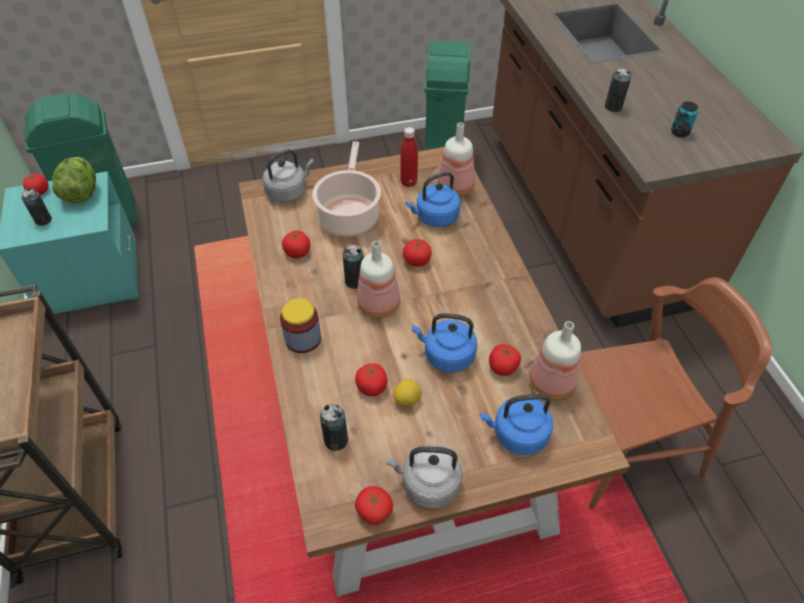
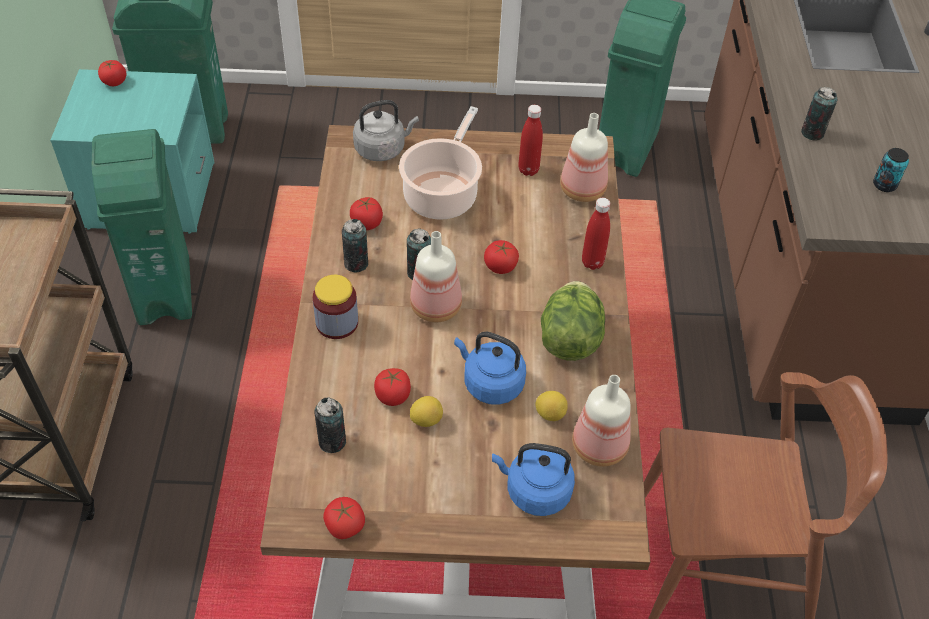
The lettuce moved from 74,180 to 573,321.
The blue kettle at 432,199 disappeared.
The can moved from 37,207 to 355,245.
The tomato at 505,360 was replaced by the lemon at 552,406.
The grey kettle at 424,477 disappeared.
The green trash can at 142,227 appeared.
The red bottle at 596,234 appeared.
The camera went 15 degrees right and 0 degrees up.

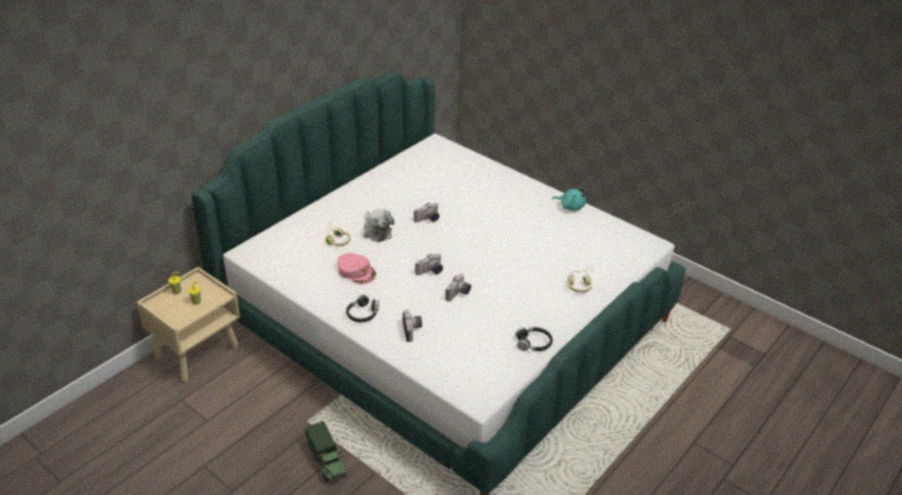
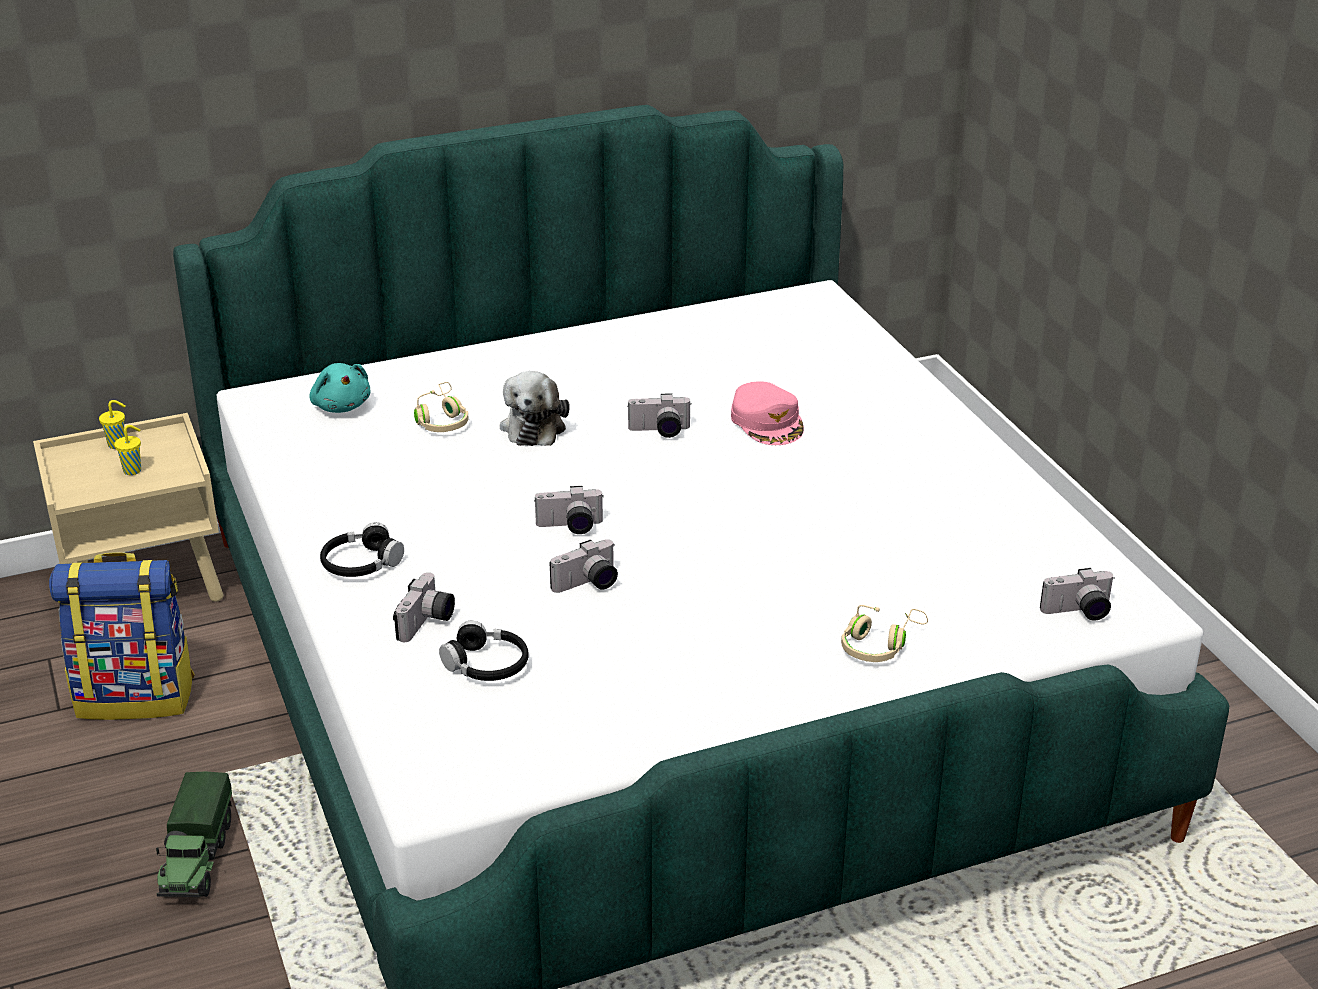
The turquoise plush toy moved from 569,199 to 339,388.
The pink cap moved from 356,268 to 767,413.
The black headphones moved from 534,339 to 484,650.
The backpack at 122,636 appeared.
The photo camera at 1077,594 appeared.
The camera went 30 degrees right and 5 degrees down.

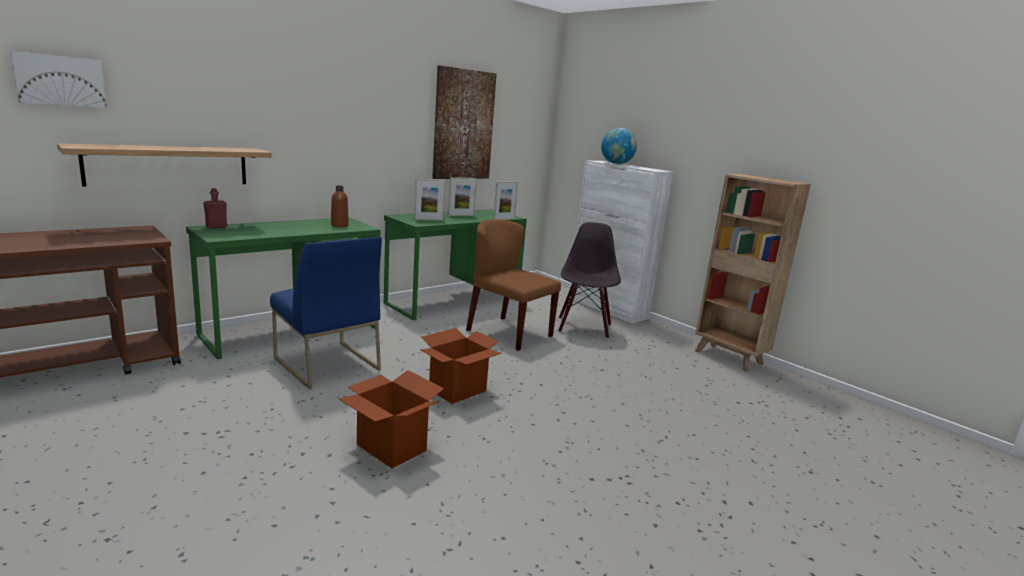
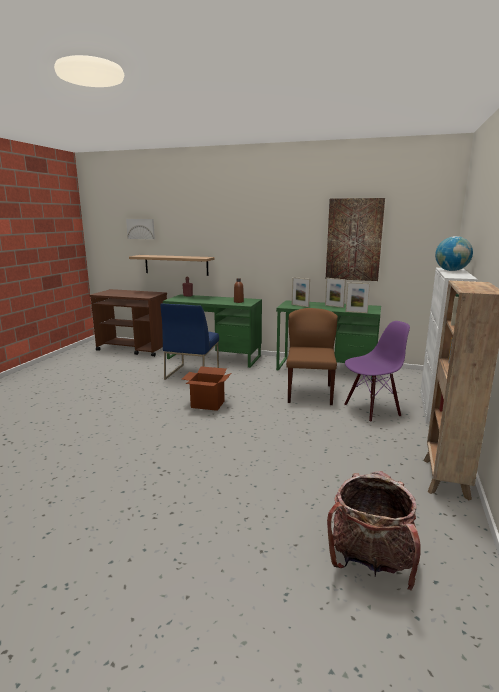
The black chair at 589,280 became the purple chair at 377,371.
The cardboard box at 391,419 disappeared.
The backpack at 374,531 appeared.
The camera went 60 degrees right and 0 degrees up.

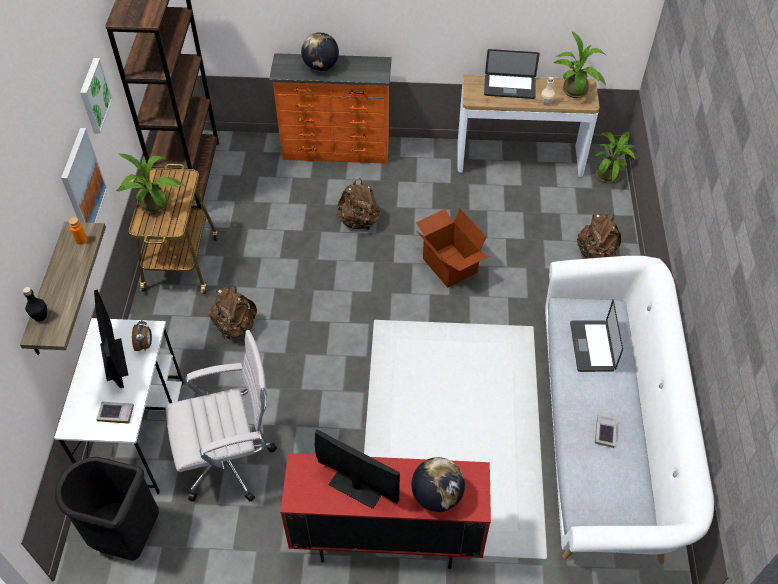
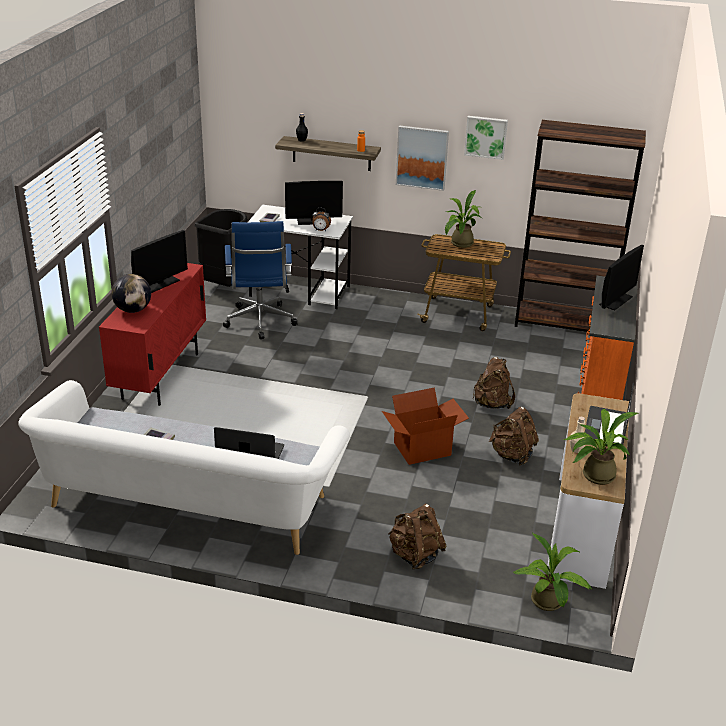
The globe at 320,51 was replaced by the monitor at 621,278.
The brown backpack moved from 233,313 to 514,436.
The white office chair at 221,416 became the blue office chair at 260,280.
The camera went 100 degrees right and 20 degrees down.

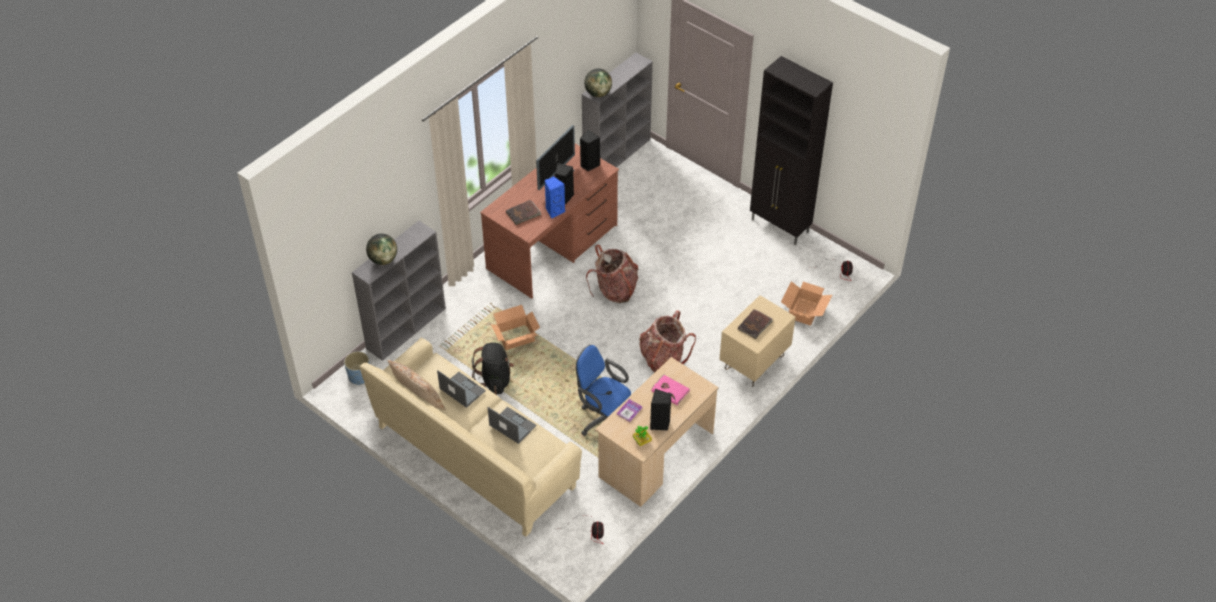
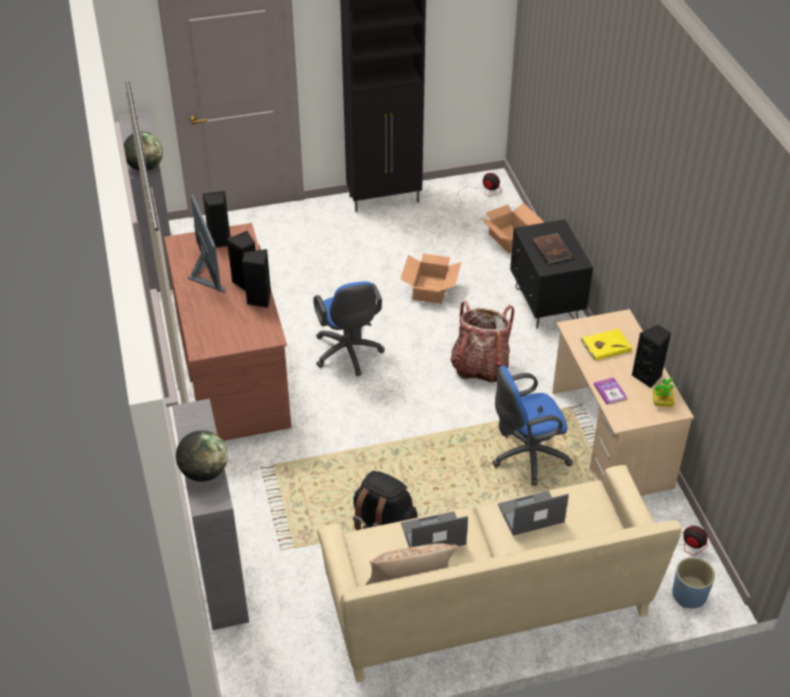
The blue speaker at 555,197 became the black speaker at 256,278.
The brown book at 524,212 disappeared.
The backpack at 612,274 was replaced by the blue office chair at 349,328.
The beige nightstand at 757,341 became the black nightstand at 551,274.
The cardboard box moved from 515,327 to 430,278.
The blue planter moved from 357,368 to 693,583.
The pink book at 670,389 became the yellow book at 606,345.
The camera went 55 degrees left and 5 degrees down.

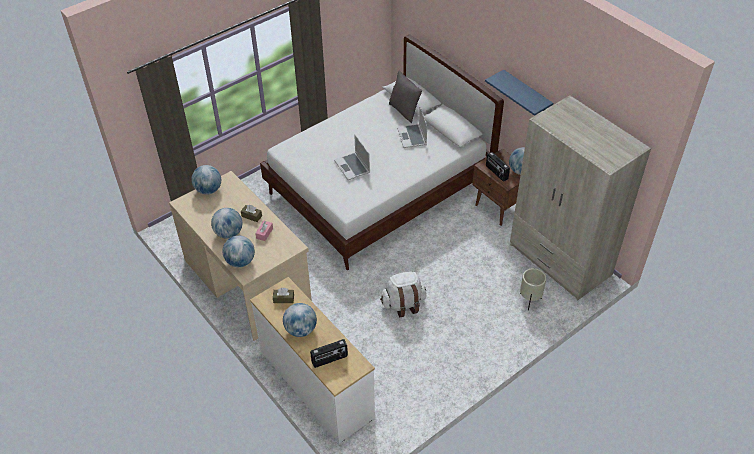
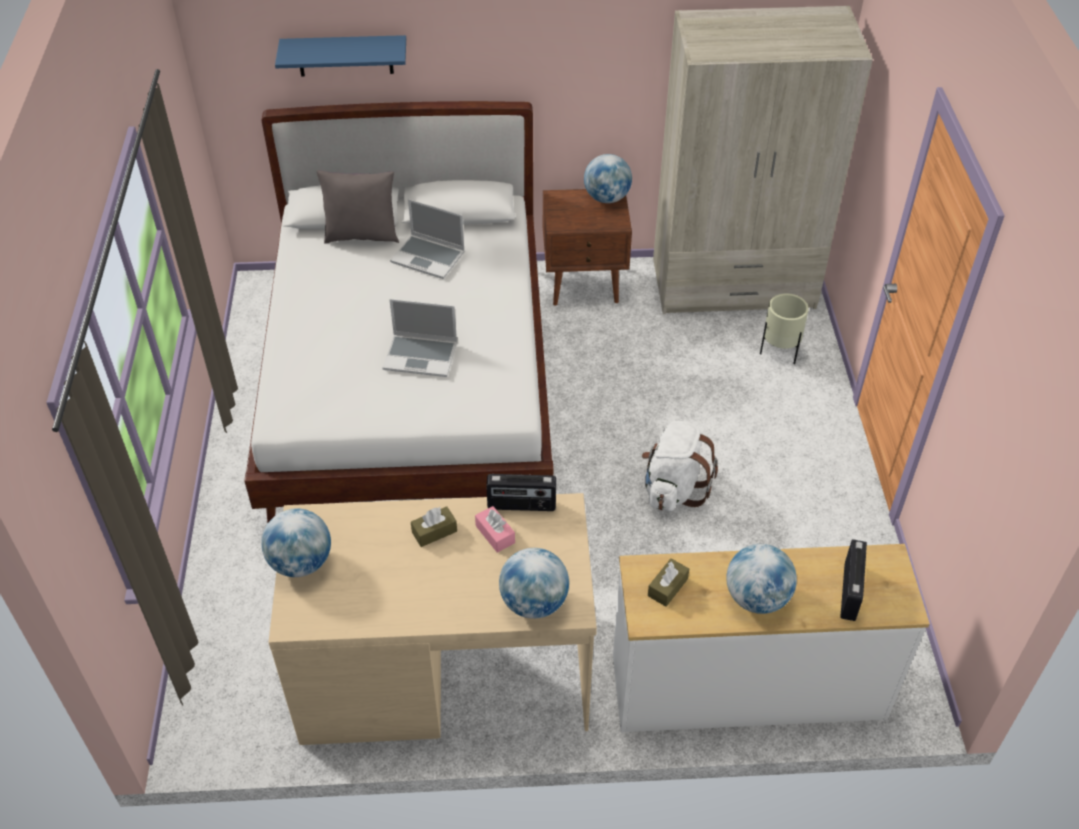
The blue shelf moved from 519,93 to 340,55.
The radio moved from 498,167 to 521,492.
The globe at 226,223 disappeared.
The camera went 55 degrees left and 0 degrees up.

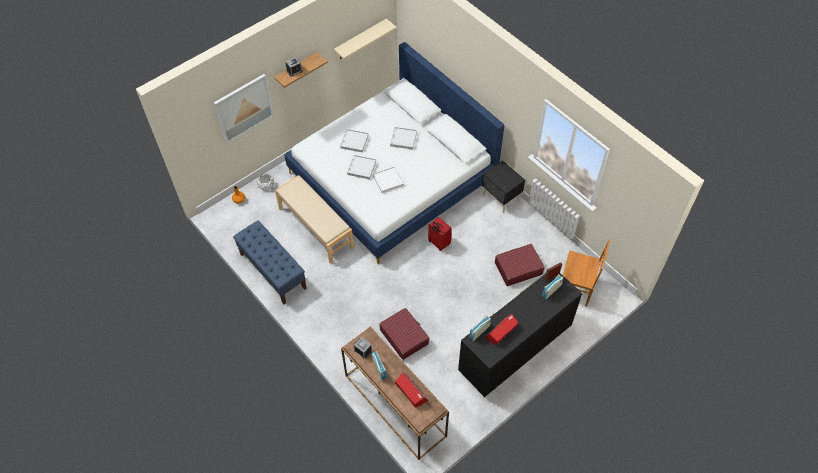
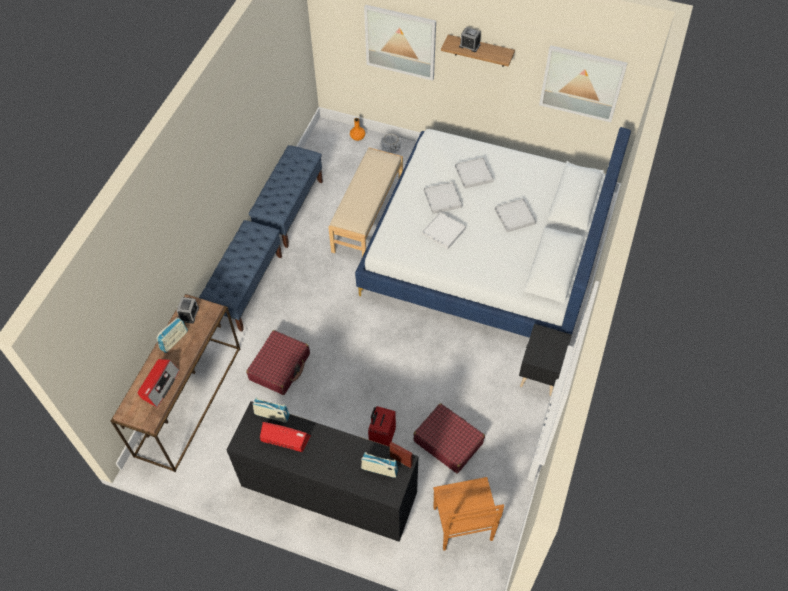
The beige shelf at 365,39 was replaced by the picture at 583,83.
The red suitcase moved from 440,234 to 382,426.
The blue bench at 240,276 appeared.
The camera went 60 degrees right and 0 degrees up.

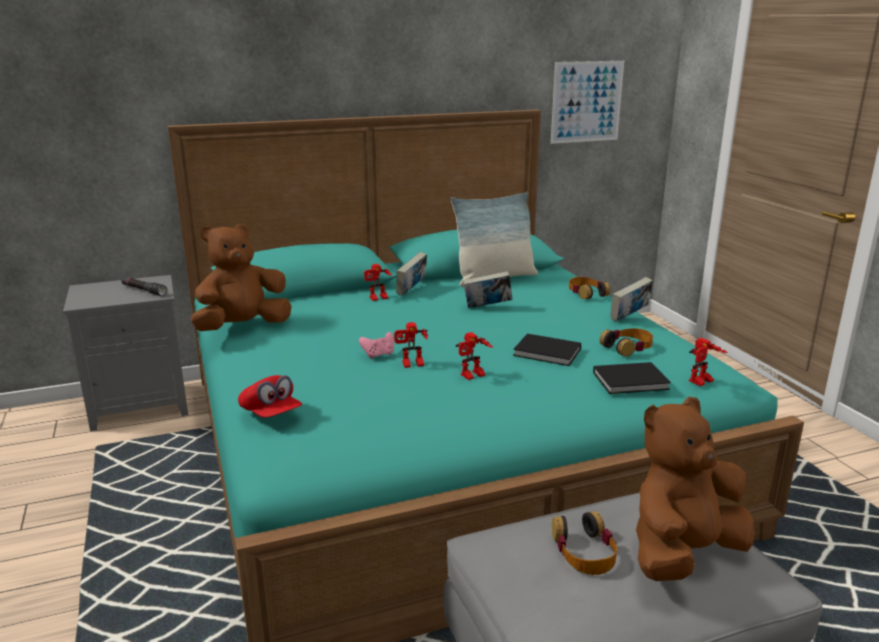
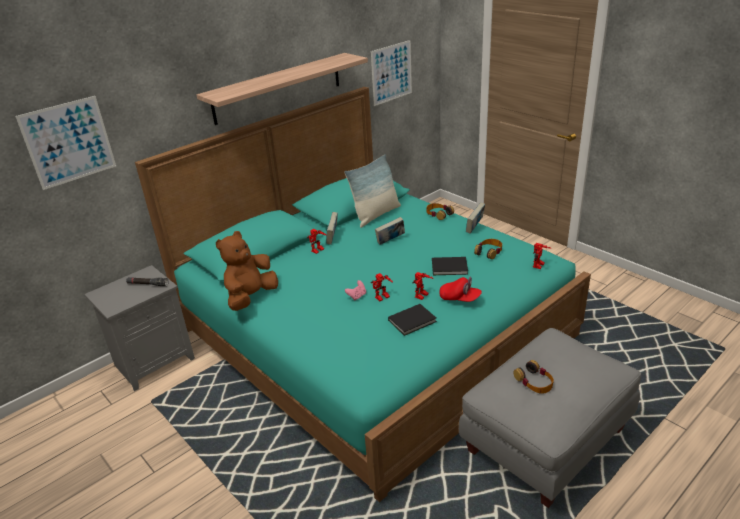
The black book moved from 632,378 to 412,320.
The red cap moved from 270,396 to 460,289.
The brown plush toy at 695,489 disappeared.
The shelf at 282,89 appeared.
The picture at 65,143 appeared.
The camera went 20 degrees left and 10 degrees up.

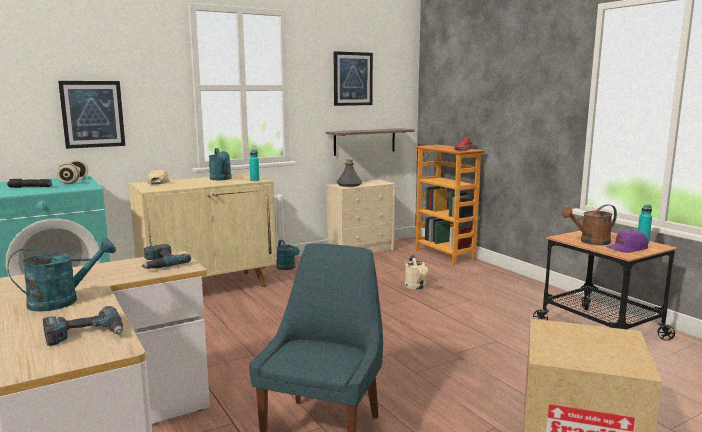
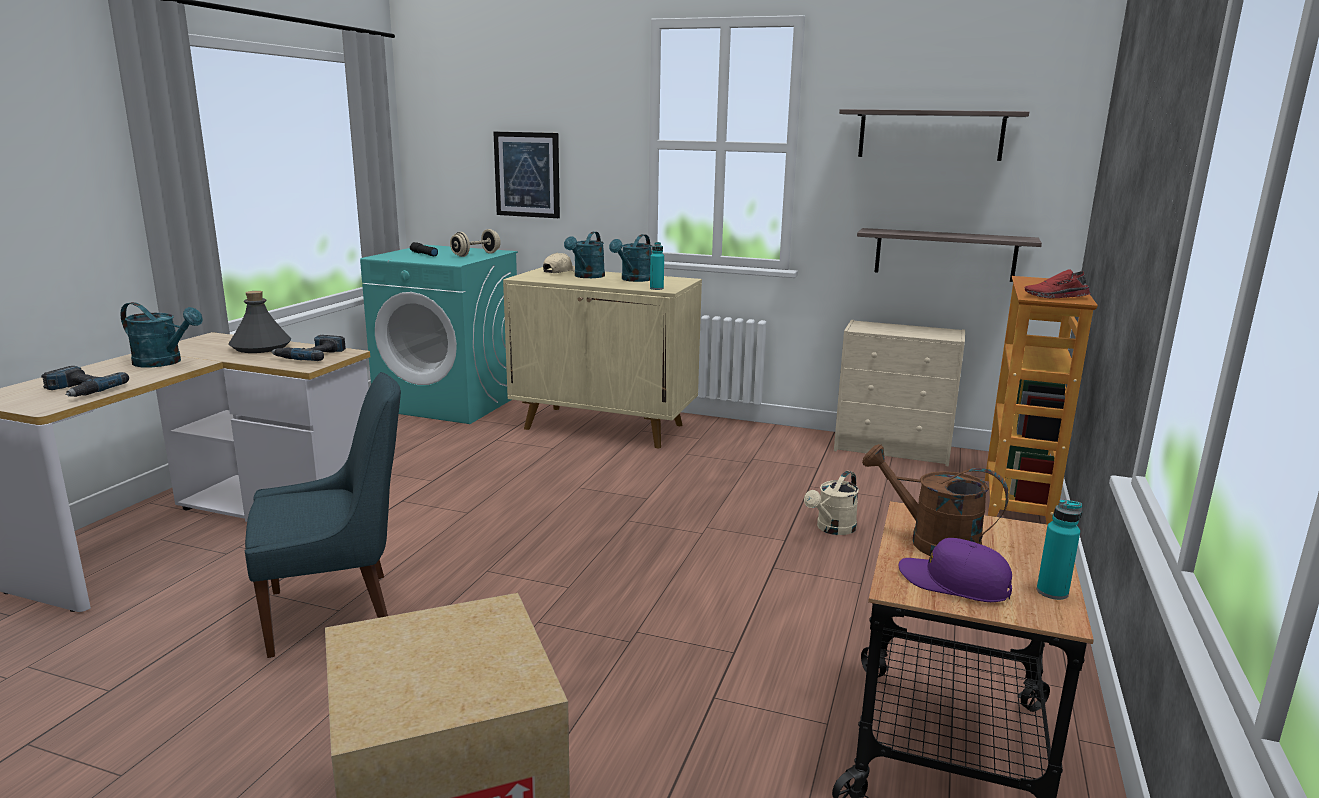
The picture at 353,78 was replaced by the shelf at 934,135.
The grey bottle moved from 349,173 to 260,322.
The turquoise watering can moved from 288,255 to 584,255.
The camera went 50 degrees right and 5 degrees up.

